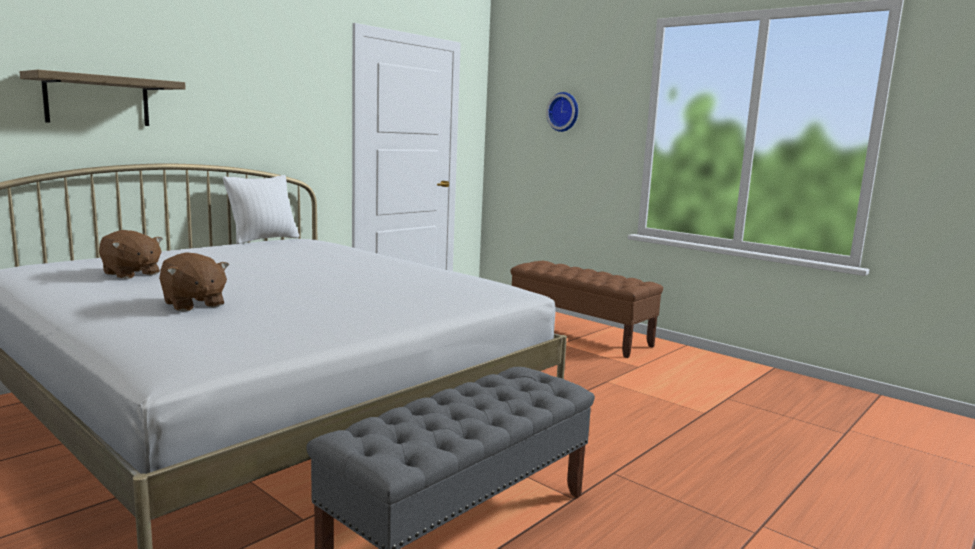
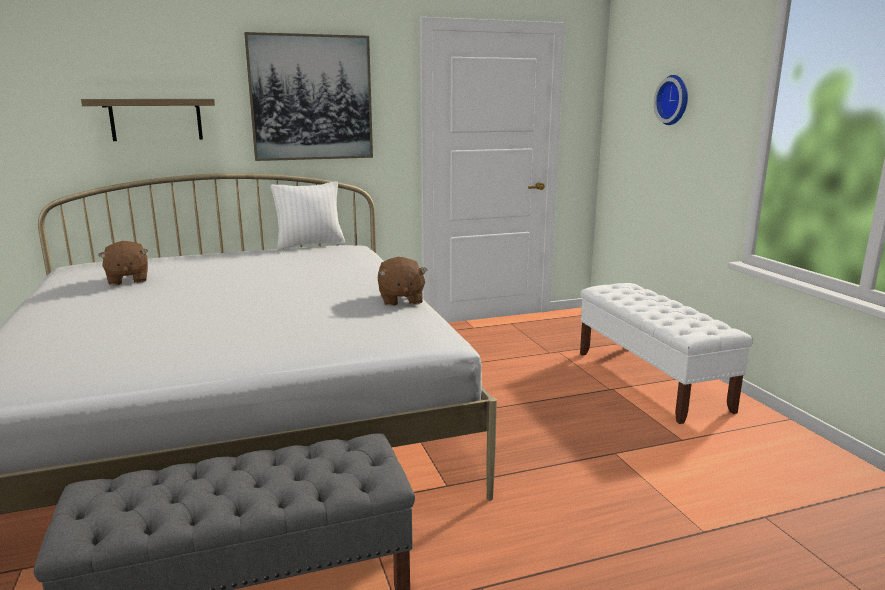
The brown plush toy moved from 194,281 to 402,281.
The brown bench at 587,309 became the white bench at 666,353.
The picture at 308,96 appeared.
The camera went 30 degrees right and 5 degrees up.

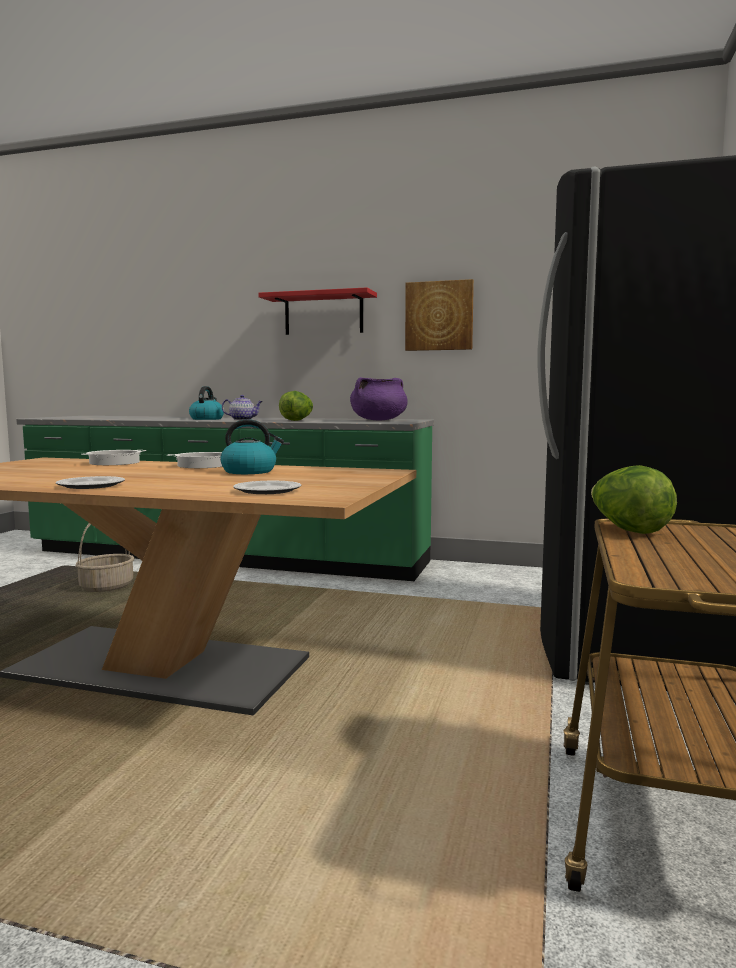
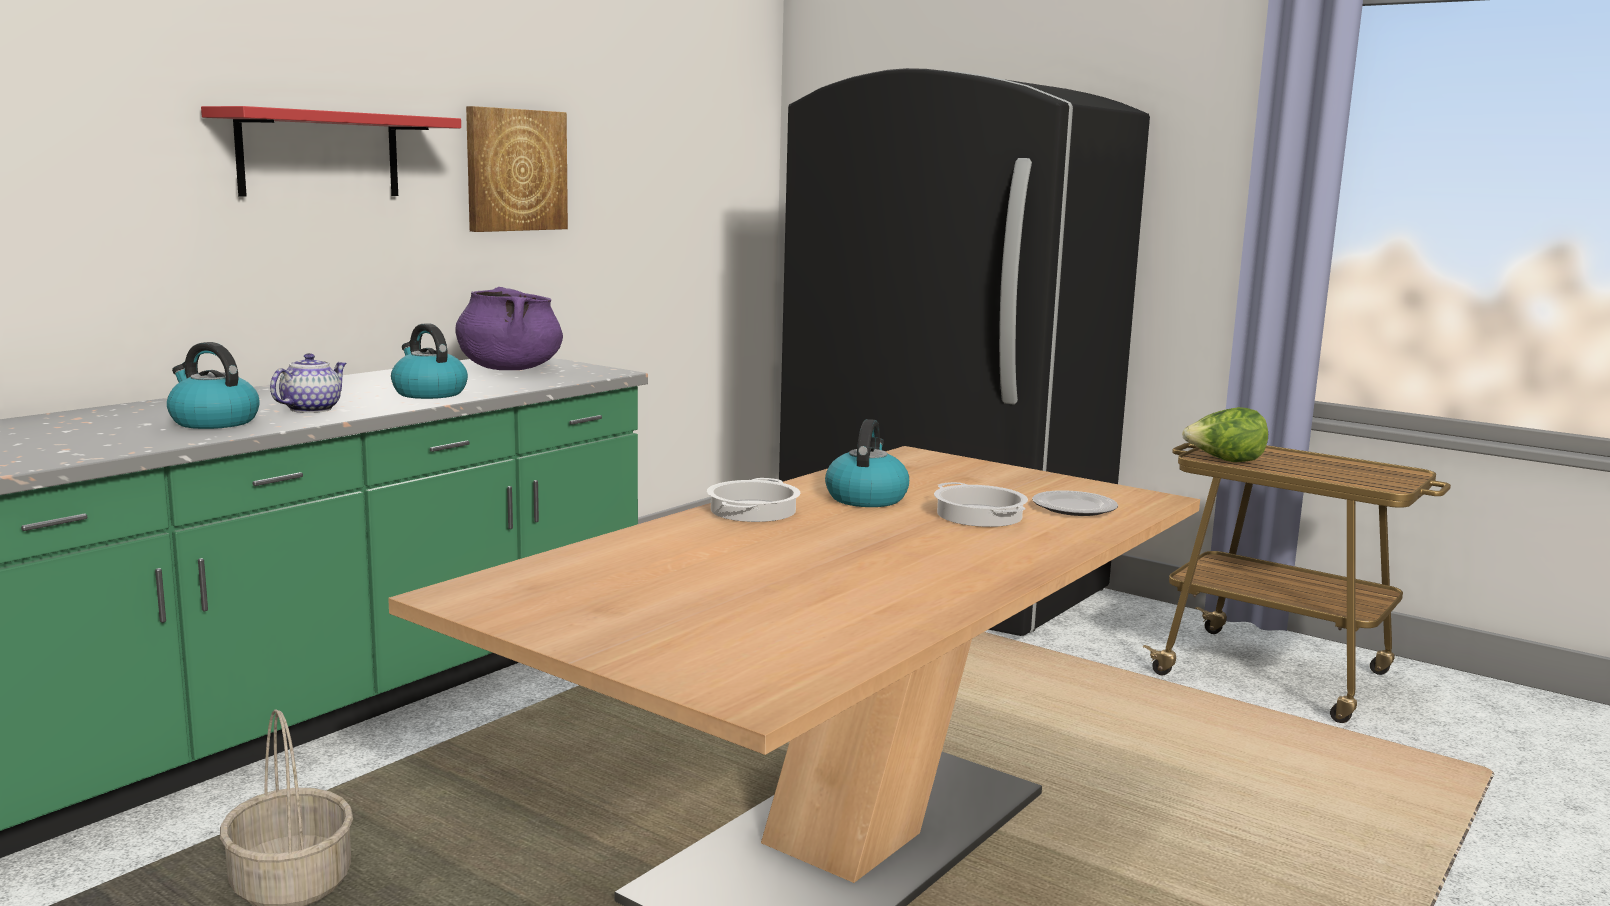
The lettuce at 296,406 was replaced by the kettle at 429,361.
The cooking pot moved from 114,457 to 981,504.
The plate at 90,482 disappeared.
The camera went 70 degrees left and 5 degrees up.

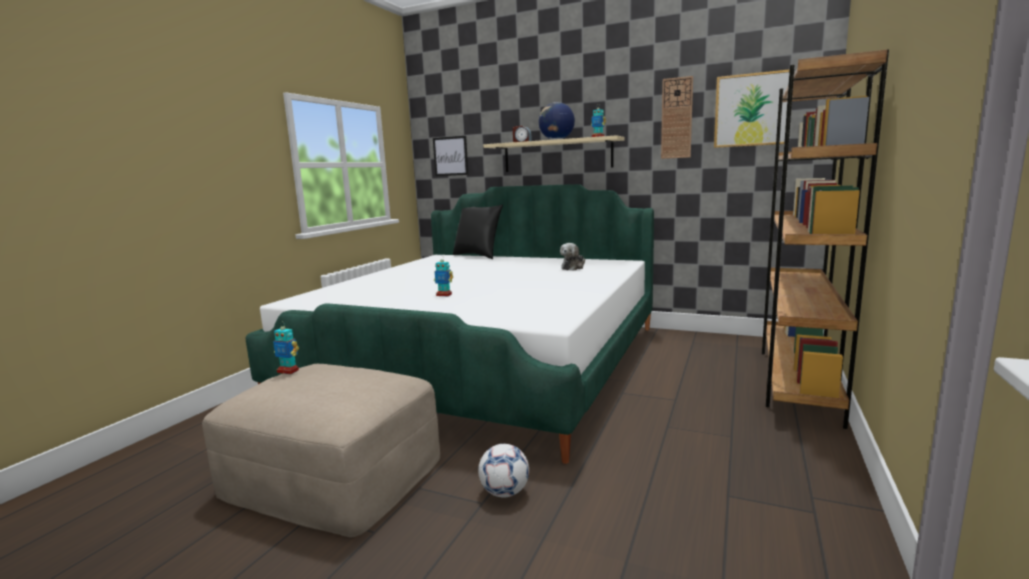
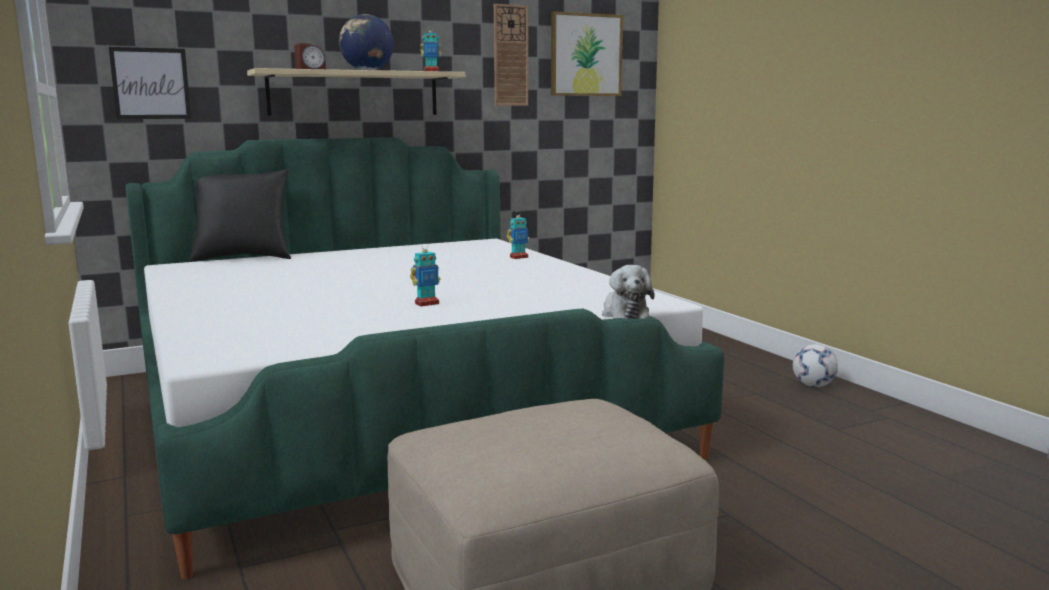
The brown bookcase at 825,239 disappeared.
The plush toy moved from 572,257 to 628,292.
The toy robot moved from 286,348 to 518,236.
The football moved from 503,470 to 815,365.
The camera went 50 degrees left and 0 degrees up.

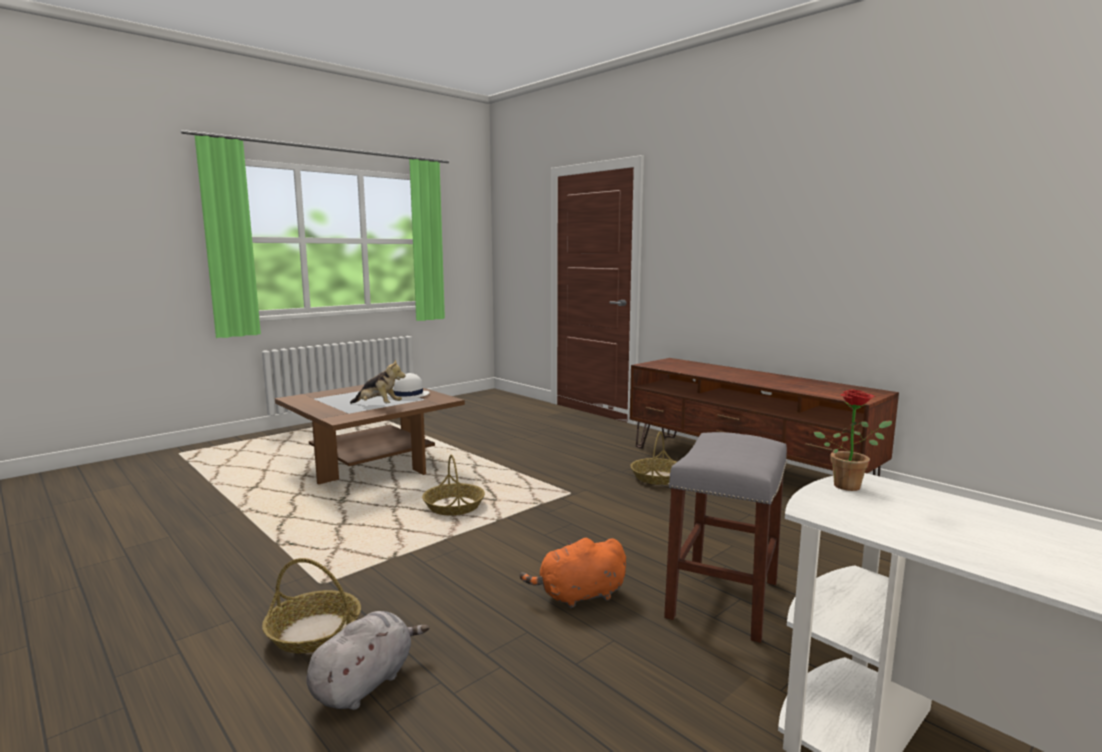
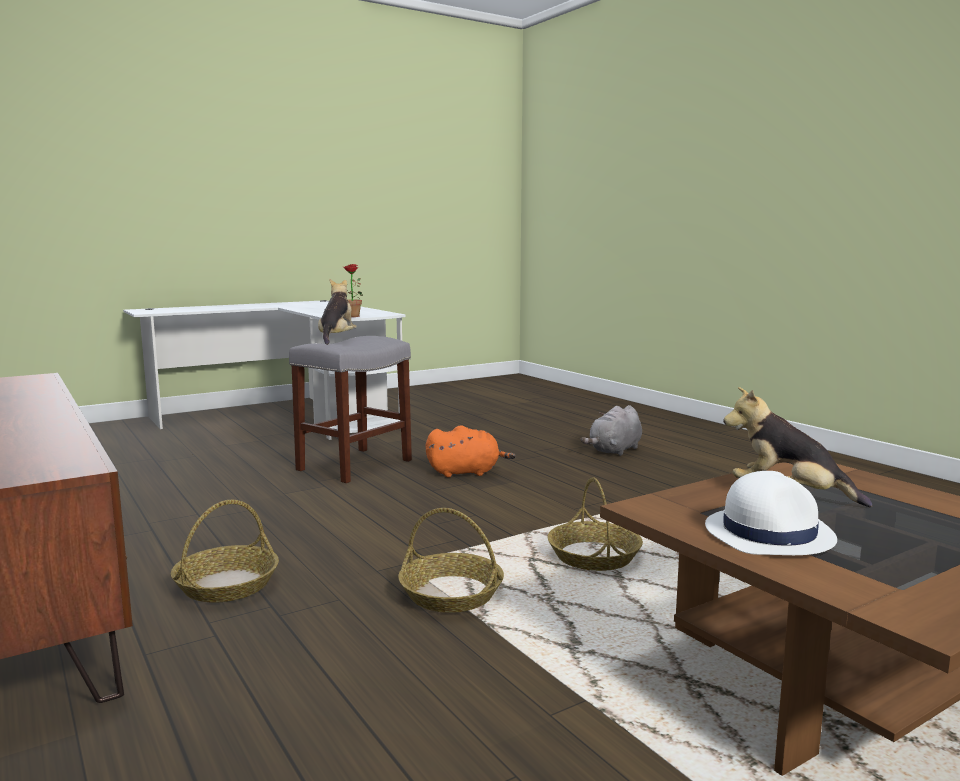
The basket moved from 311,605 to 451,560.
The plush toy at 337,311 appeared.
The camera went 170 degrees left and 0 degrees up.

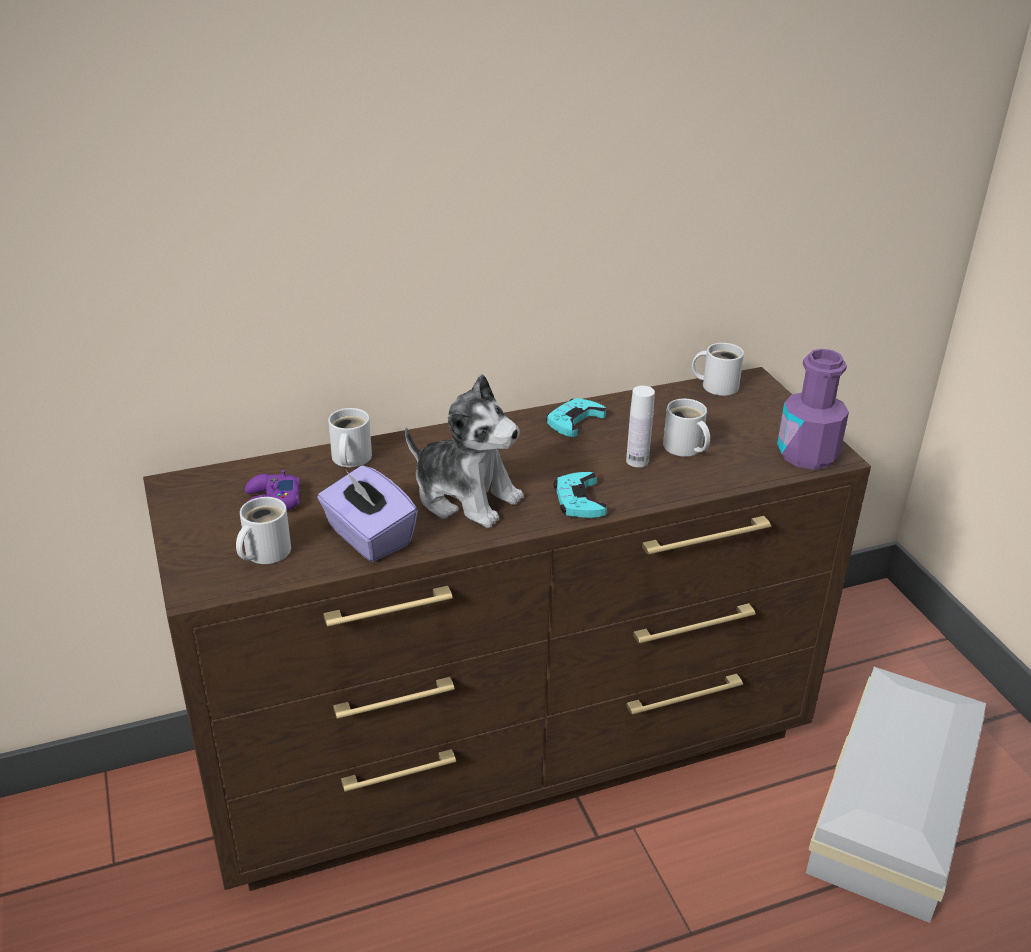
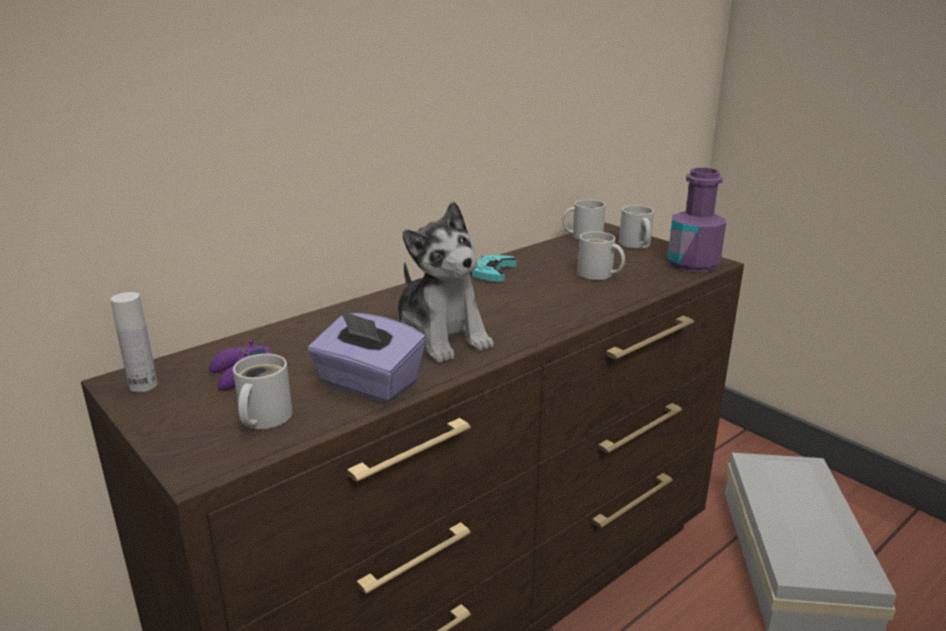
The plush toy at 464,451 turned 45 degrees clockwise.
The white bottle moved from 640,426 to 134,342.
The white mug moved from 350,437 to 636,227.
The turquoise game controller at 580,495 disappeared.
The camera went 20 degrees left and 10 degrees down.

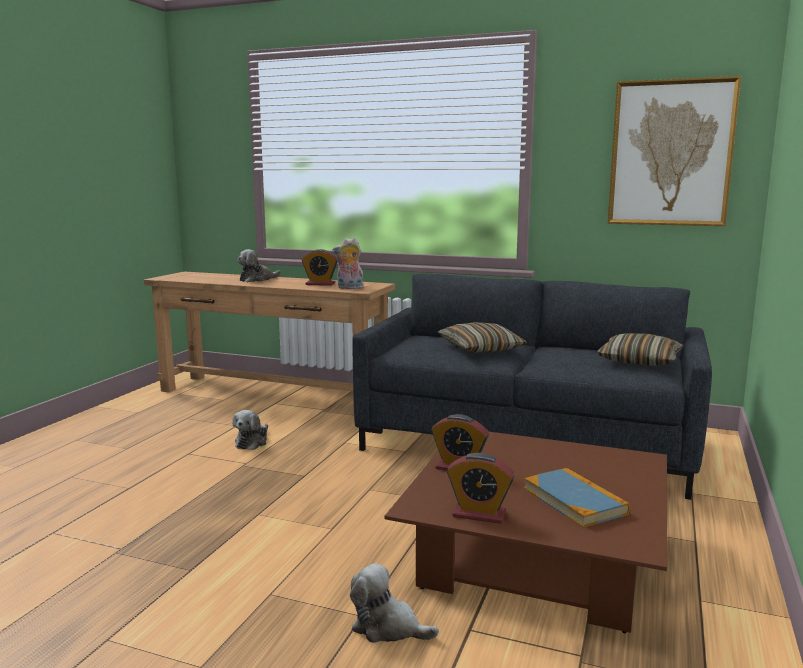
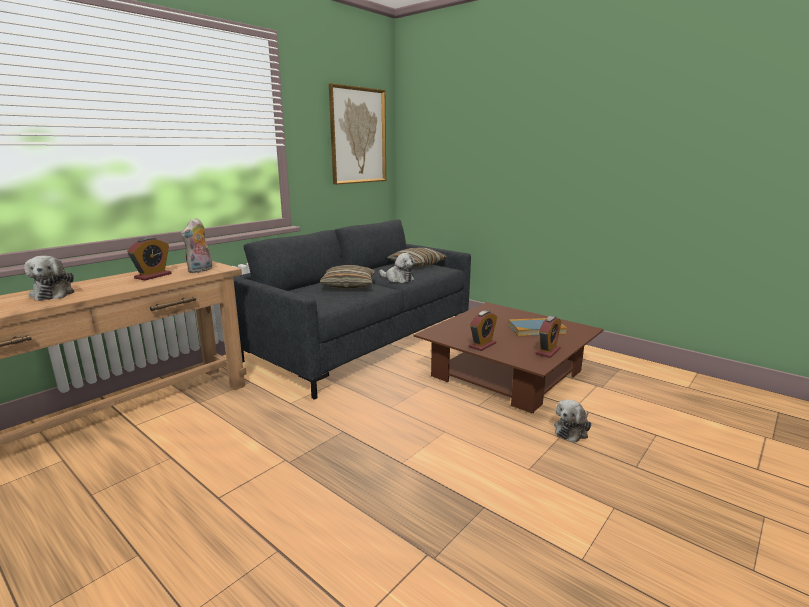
The plush toy moved from 250,430 to 397,268.
The camera went 70 degrees left and 5 degrees up.

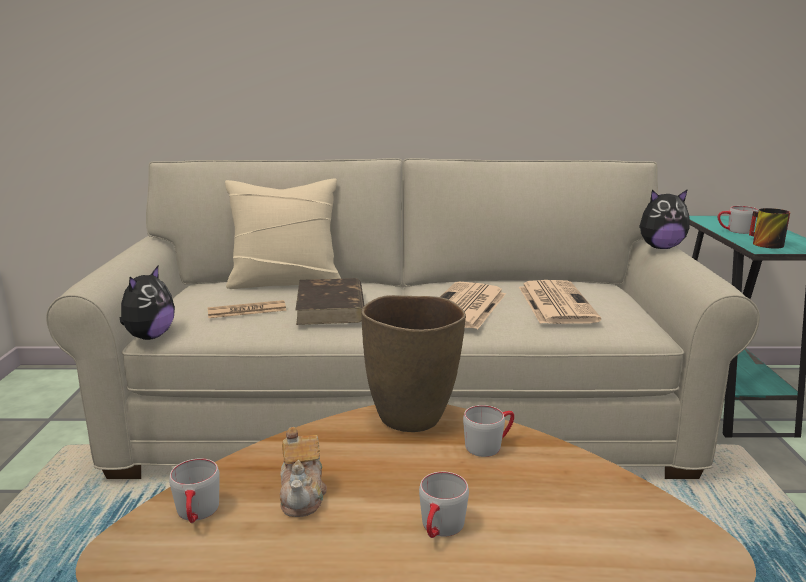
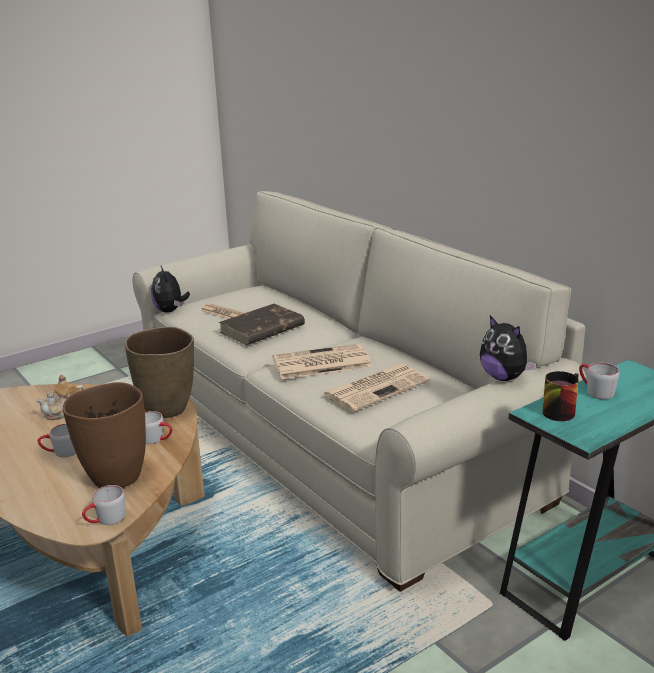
The beige pillow at 283,234 disappeared.
The plush toy at 147,303 turned 90 degrees clockwise.
The grey mug moved from 194,490 to 103,505.
The brown vase at 104,435 appeared.
The camera went 55 degrees right and 5 degrees up.

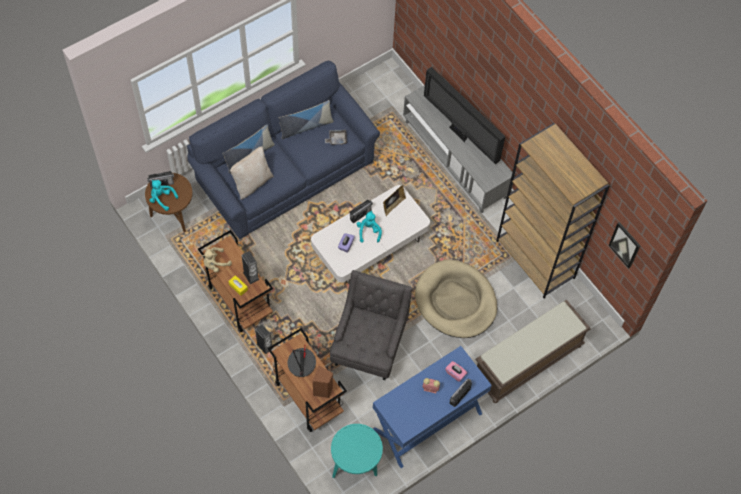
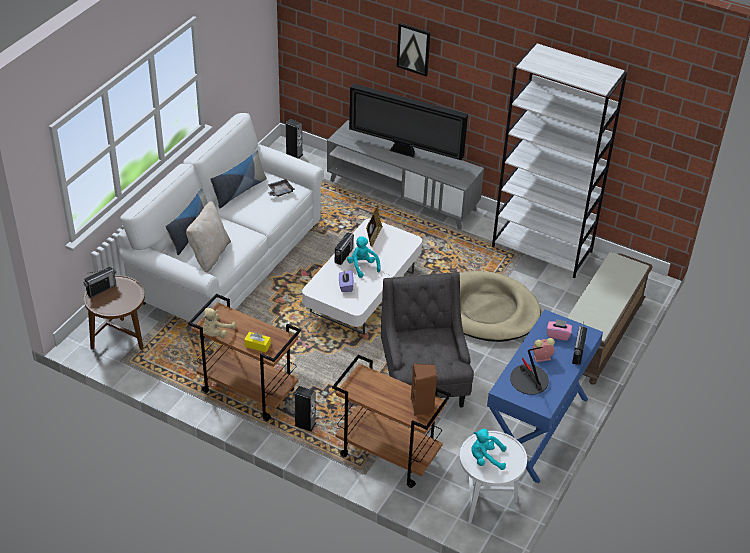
The blue sofa at 283,150 became the white sofa at 221,218.
The brown bookcase at 553,210 became the white bookcase at 559,160.
The turquoise plush toy moved from 164,195 to 489,449.
The picture moved from 624,245 to 414,49.
The speaker moved from 251,267 to 294,139.
The table lamp moved from 302,362 to 529,371.
The turquoise side table at 357,451 became the white side table at 493,477.
The camera went 25 degrees left and 20 degrees down.

